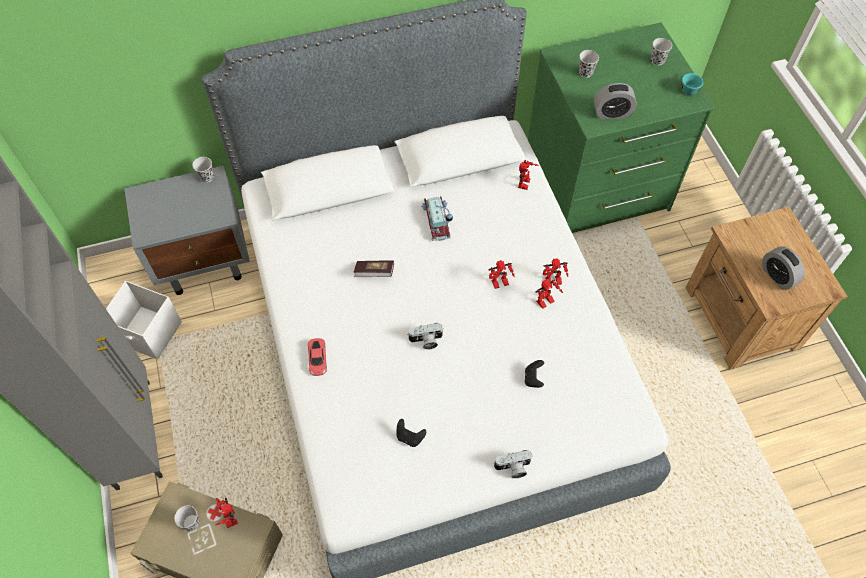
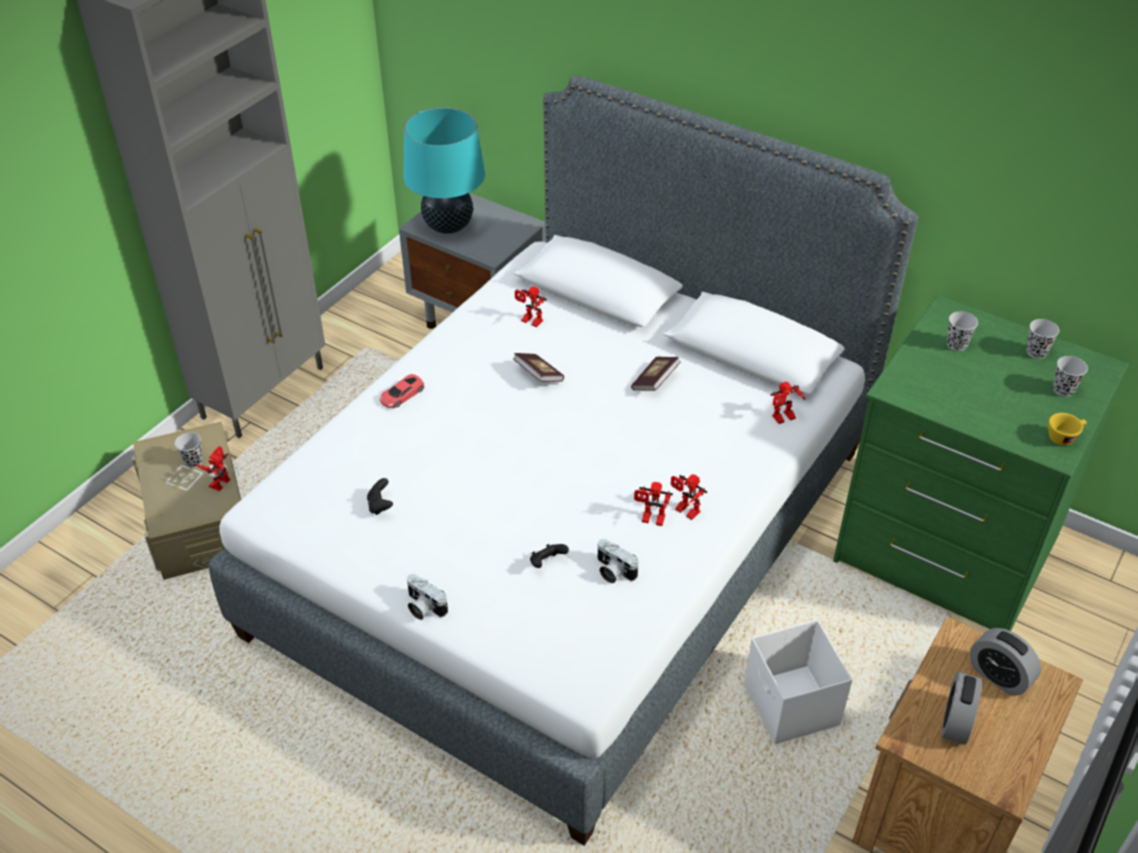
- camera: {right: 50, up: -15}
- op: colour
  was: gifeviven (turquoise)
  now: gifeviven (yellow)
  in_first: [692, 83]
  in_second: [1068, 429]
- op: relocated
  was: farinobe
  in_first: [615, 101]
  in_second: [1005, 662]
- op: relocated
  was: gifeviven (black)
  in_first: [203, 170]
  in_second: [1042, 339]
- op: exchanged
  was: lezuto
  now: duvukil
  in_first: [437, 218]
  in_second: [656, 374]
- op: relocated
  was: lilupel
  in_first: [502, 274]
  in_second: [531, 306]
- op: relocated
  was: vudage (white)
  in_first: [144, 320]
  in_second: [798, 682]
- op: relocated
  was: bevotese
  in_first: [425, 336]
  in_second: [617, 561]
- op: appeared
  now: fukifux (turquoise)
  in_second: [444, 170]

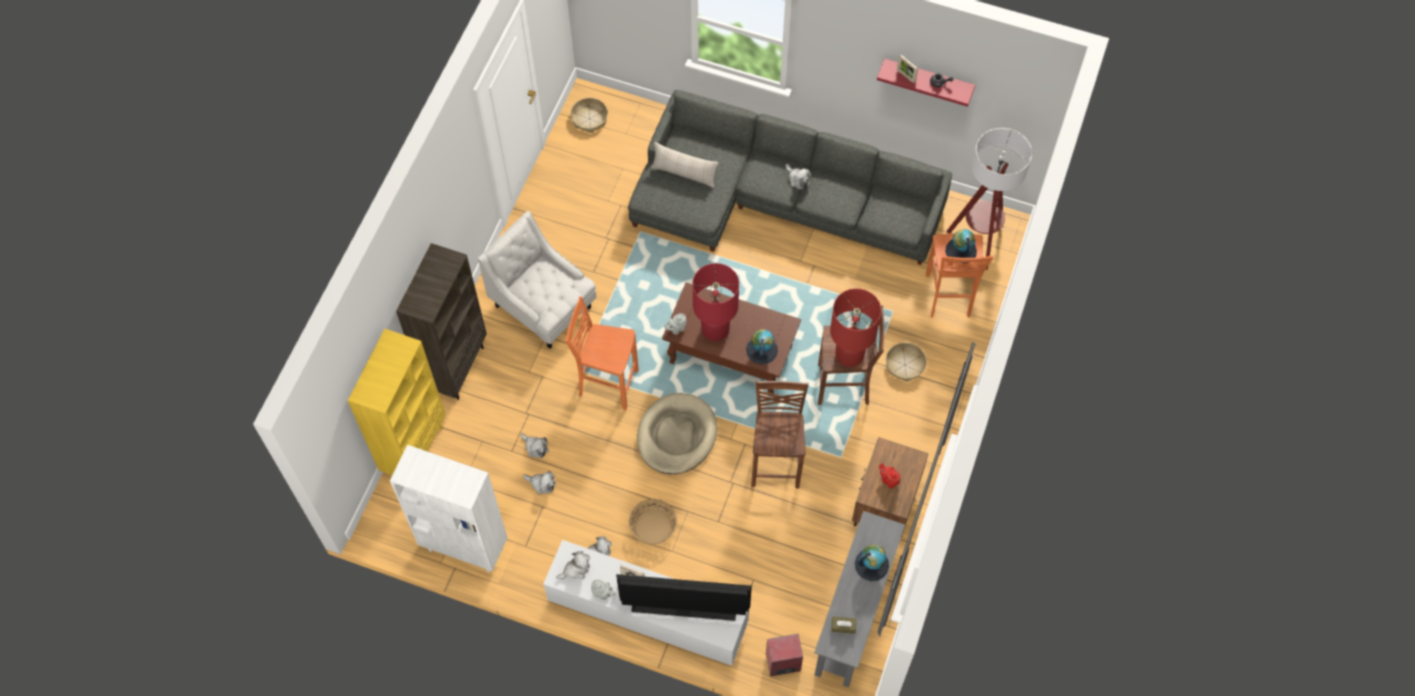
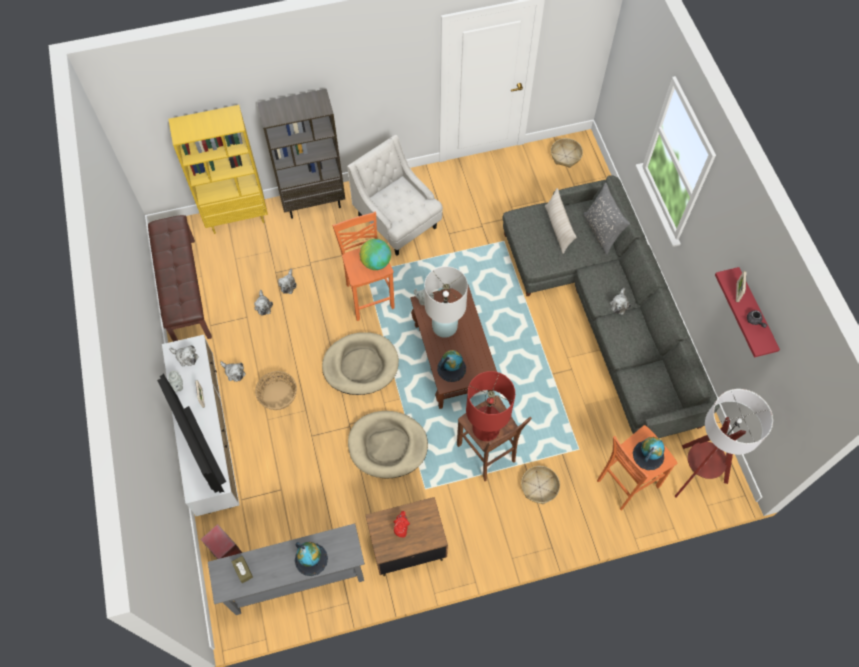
- camera: {right: 55, up: 0}
- op: spun
  was: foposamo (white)
  in_first: [537, 280]
  in_second: [395, 195]
  clockwise: -45
- op: colour
  was: fukifux (red)
  now: fukifux (white)
  in_first: [715, 302]
  in_second: [446, 302]
- op: exchanged
  was: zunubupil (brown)
  now: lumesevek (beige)
  in_first: [780, 435]
  in_second: [388, 444]
- op: exchanged
  was: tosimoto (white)
  now: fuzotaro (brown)
  in_first: [449, 509]
  in_second: [180, 278]
- op: appeared
  now: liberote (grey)
  in_second: [606, 218]
- op: appeared
  now: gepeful
  in_second: [375, 254]

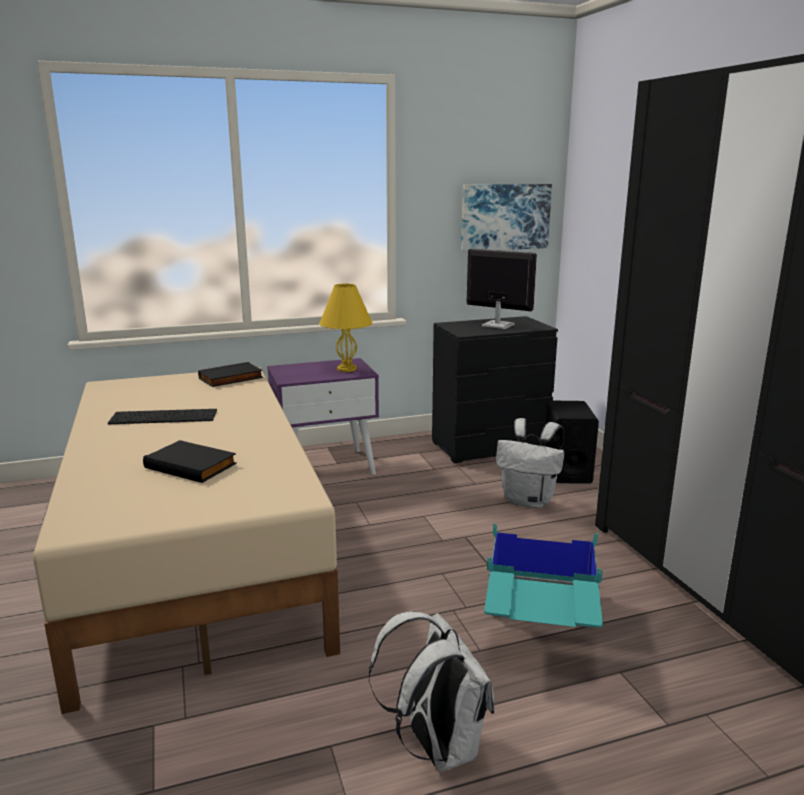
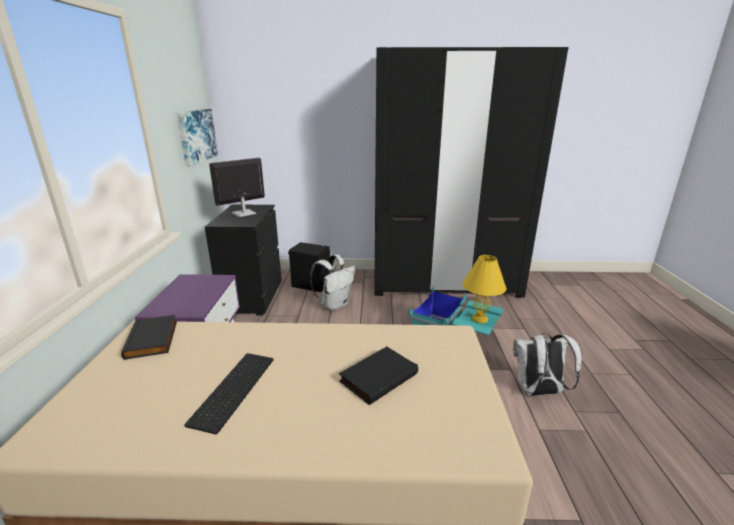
- camera: {right: -70, up: 5}
- op: relocated
  was: fukifux (yellow)
  in_first: [345, 327]
  in_second: [484, 289]

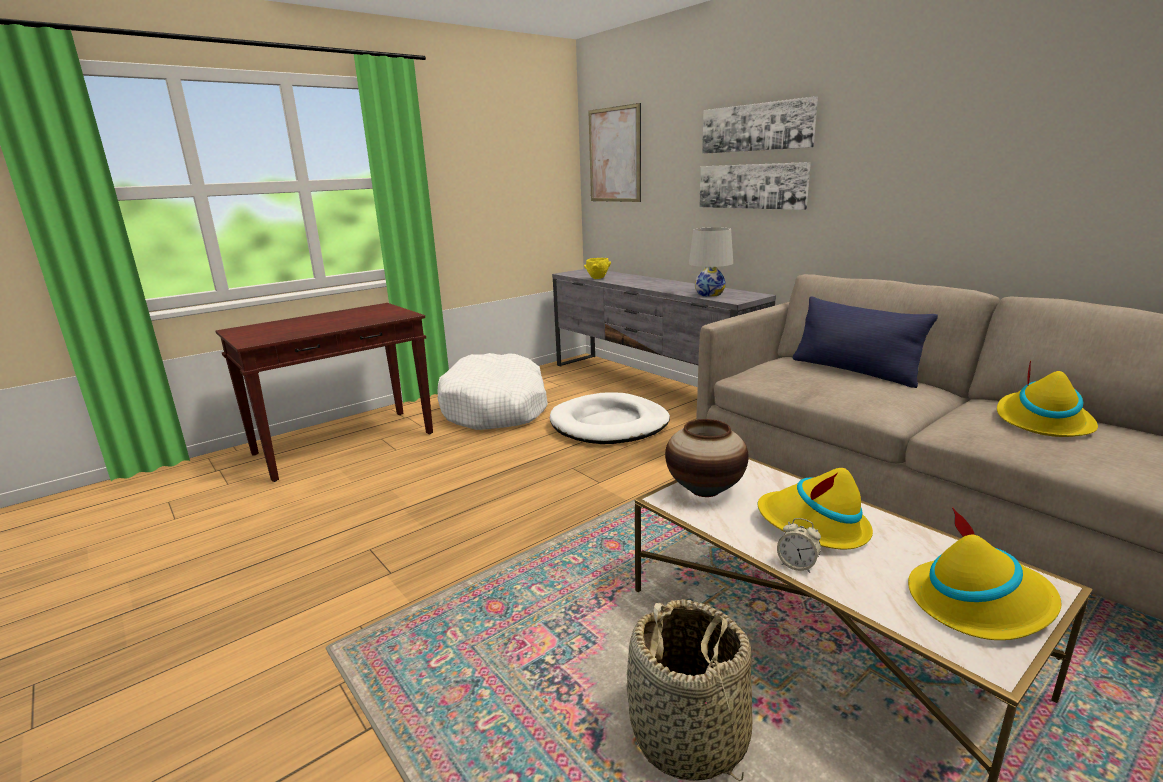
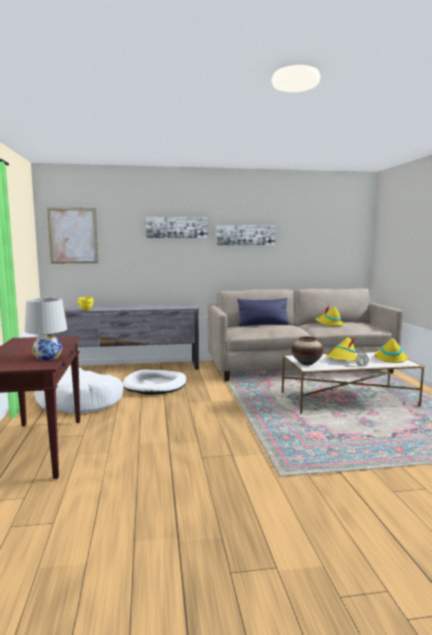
- camera: {right: -60, up: -10}
- op: relocated
  was: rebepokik
  in_first: [755, 186]
  in_second: [246, 235]
- op: relocated
  was: fukifux (white)
  in_first: [711, 262]
  in_second: [46, 329]
- op: missing
  was: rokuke
  in_first: [690, 690]

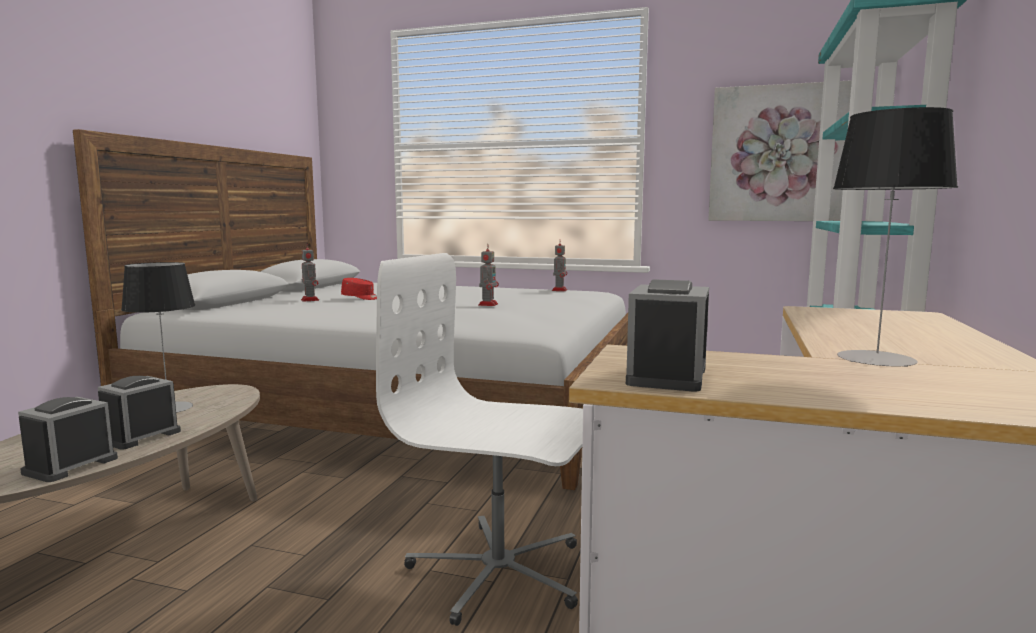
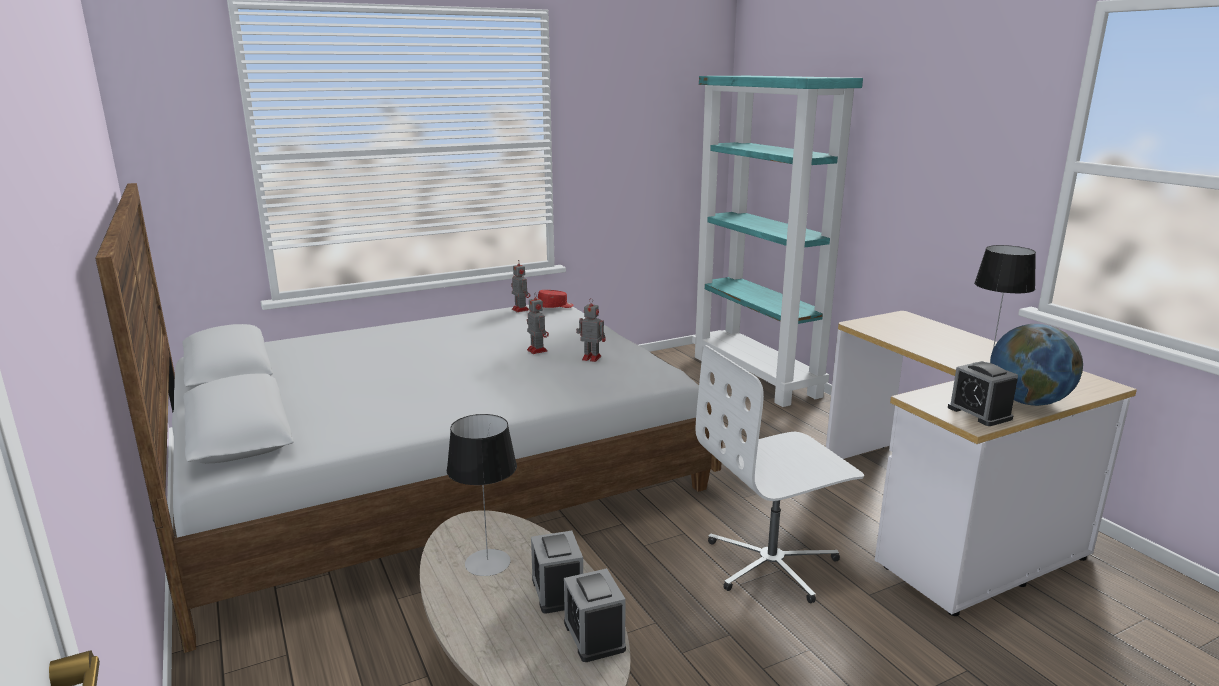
- camera: {right: -45, up: 10}
- op: missing
  was: rebepokik
  in_first: [780, 150]
- op: relocated
  was: lilupel
  in_first: [310, 273]
  in_second: [591, 330]
- op: relocated
  was: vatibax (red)
  in_first: [359, 289]
  in_second: [555, 299]
- op: appeared
  now: gepeful
  in_second: [1036, 365]

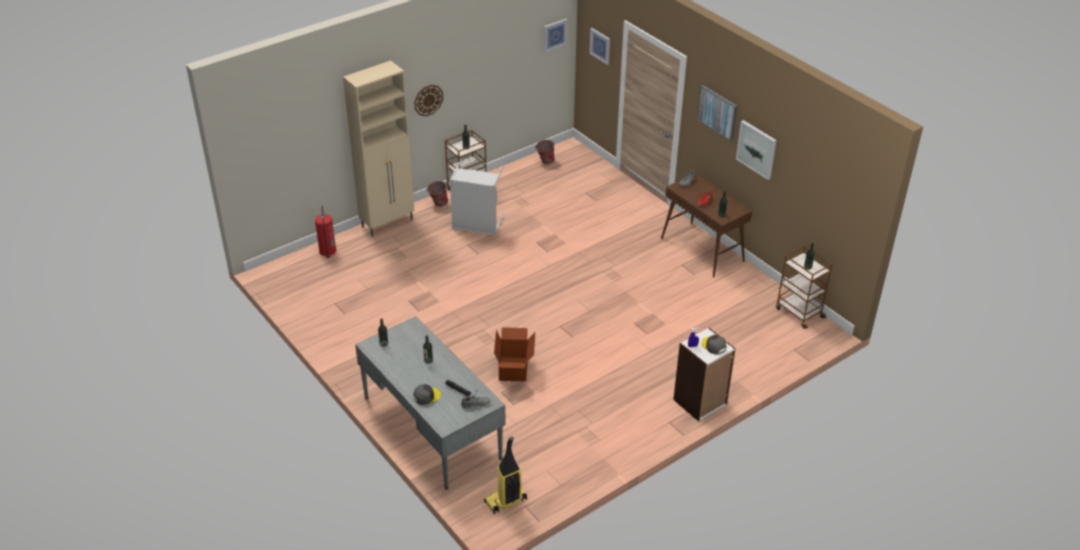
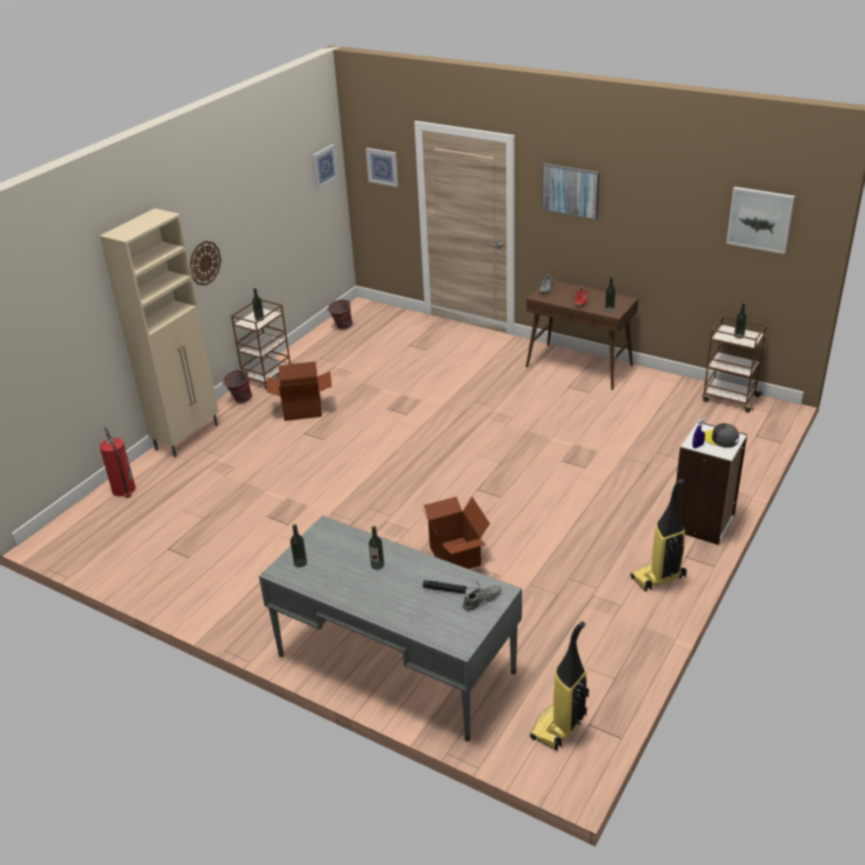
- camera: {right: -20, up: -5}
- op: relocated
  was: rebepokik
  in_first: [756, 150]
  in_second: [760, 220]
- op: exchanged
  was: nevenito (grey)
  now: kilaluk
  in_first: [477, 197]
  in_second: [299, 391]
- op: missing
  was: vatibax (grey)
  in_first: [427, 394]
- op: appeared
  now: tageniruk
  in_second: [659, 535]

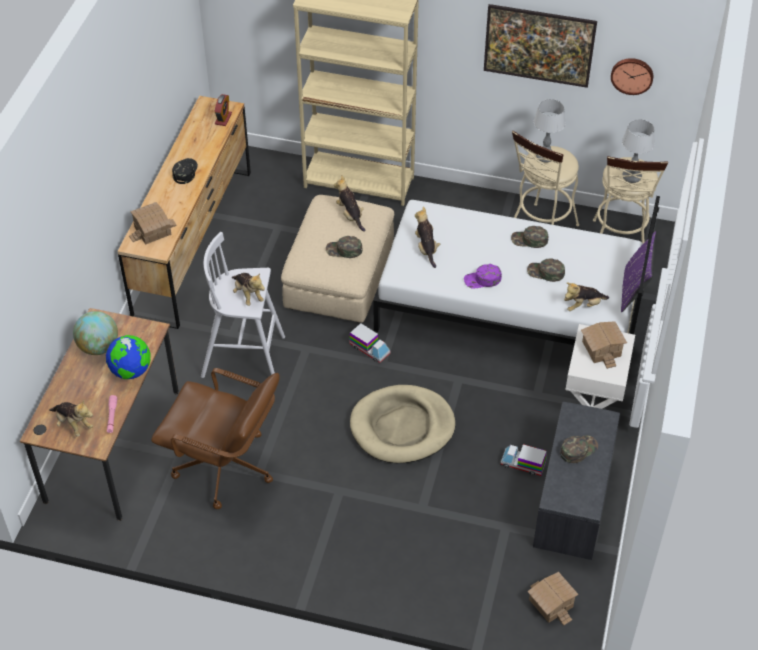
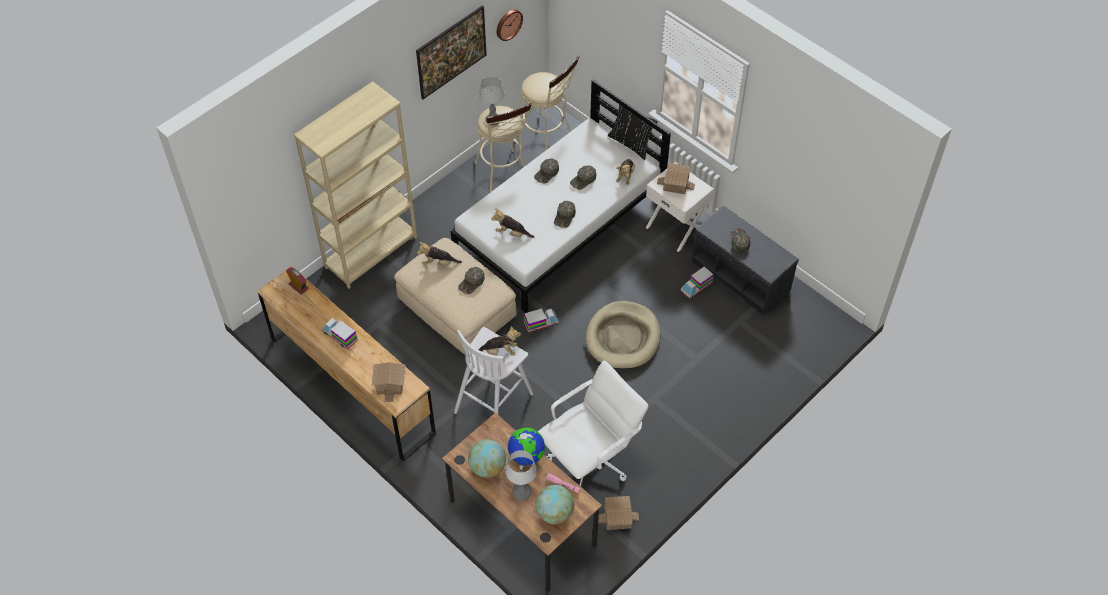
- camera: {right: -60, up: 5}
- op: relocated
  was: fukifux
  in_first: [638, 151]
  in_second: [521, 475]
- op: exchanged
  was: vatibax (black)
  now: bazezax
  in_first: [185, 171]
  in_second: [340, 334]
- op: colour
  was: liberote (purple)
  now: liberote (black)
  in_first: [639, 271]
  in_second: [633, 132]
- op: colour
  was: vatibax (purple)
  now: vatibax (green)
  in_first: [483, 276]
  in_second: [565, 214]
- op: colour
  was: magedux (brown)
  now: magedux (white)
  in_first: [215, 438]
  in_second: [593, 423]
- op: exchanged
  was: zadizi
  now: gepeful
  in_first: [71, 418]
  in_second: [554, 504]
- op: relocated
  was: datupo
  in_first: [553, 599]
  in_second: [618, 513]

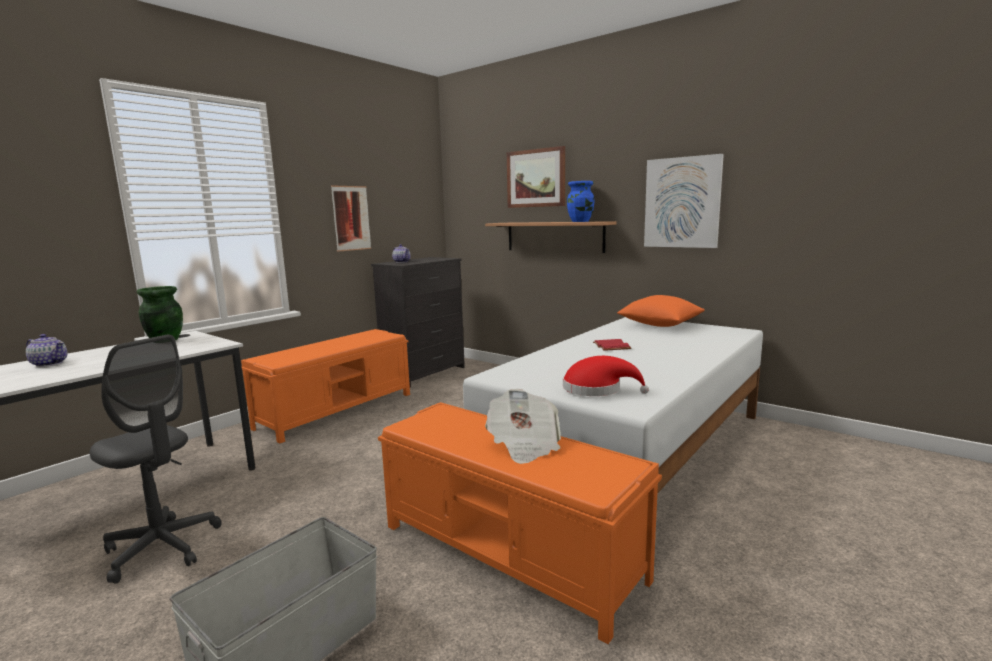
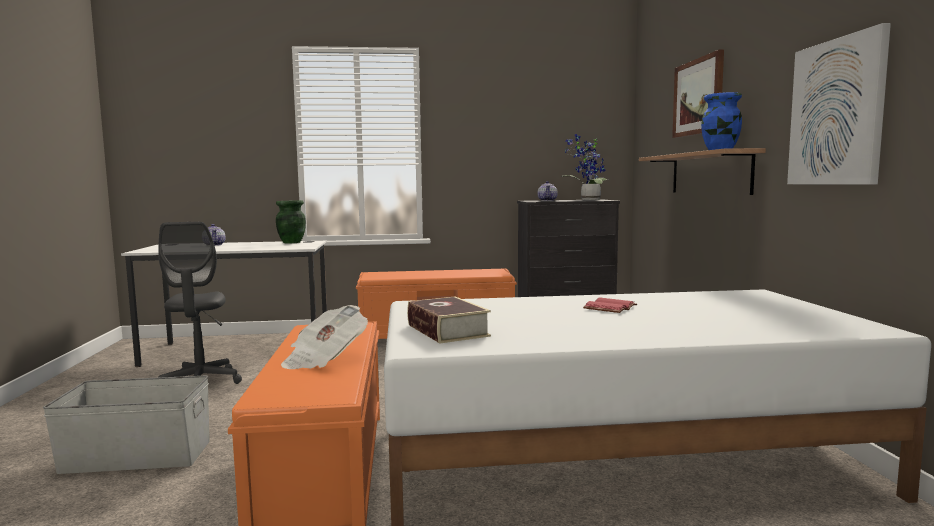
- camera: {right: 45, up: -5}
- op: missing
  was: rebepokik
  in_first: [351, 218]
- op: missing
  was: liberote (orange)
  in_first: [661, 311]
- op: exchanged
  was: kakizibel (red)
  now: duvukil
  in_first: [606, 376]
  in_second: [449, 320]
- op: appeared
  now: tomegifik
  in_second: [584, 167]

